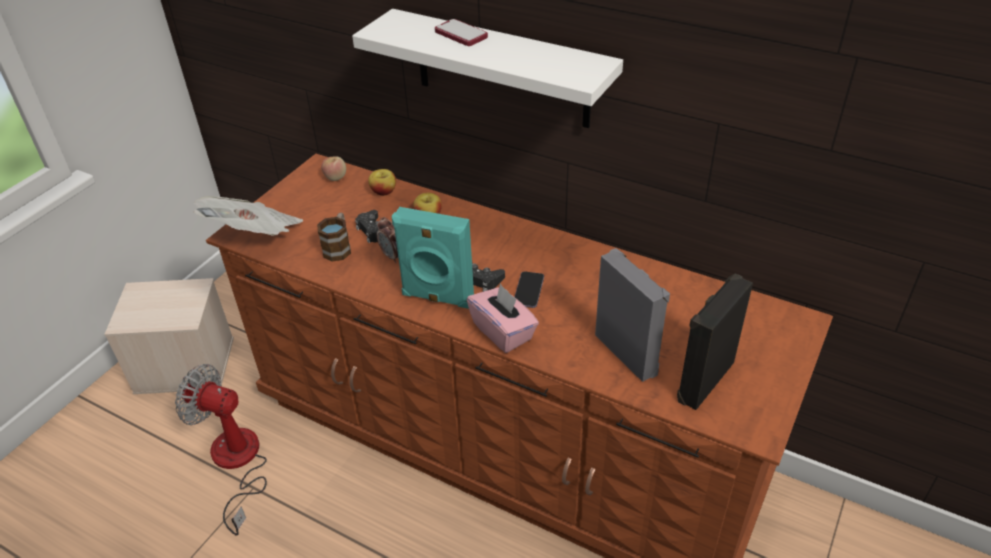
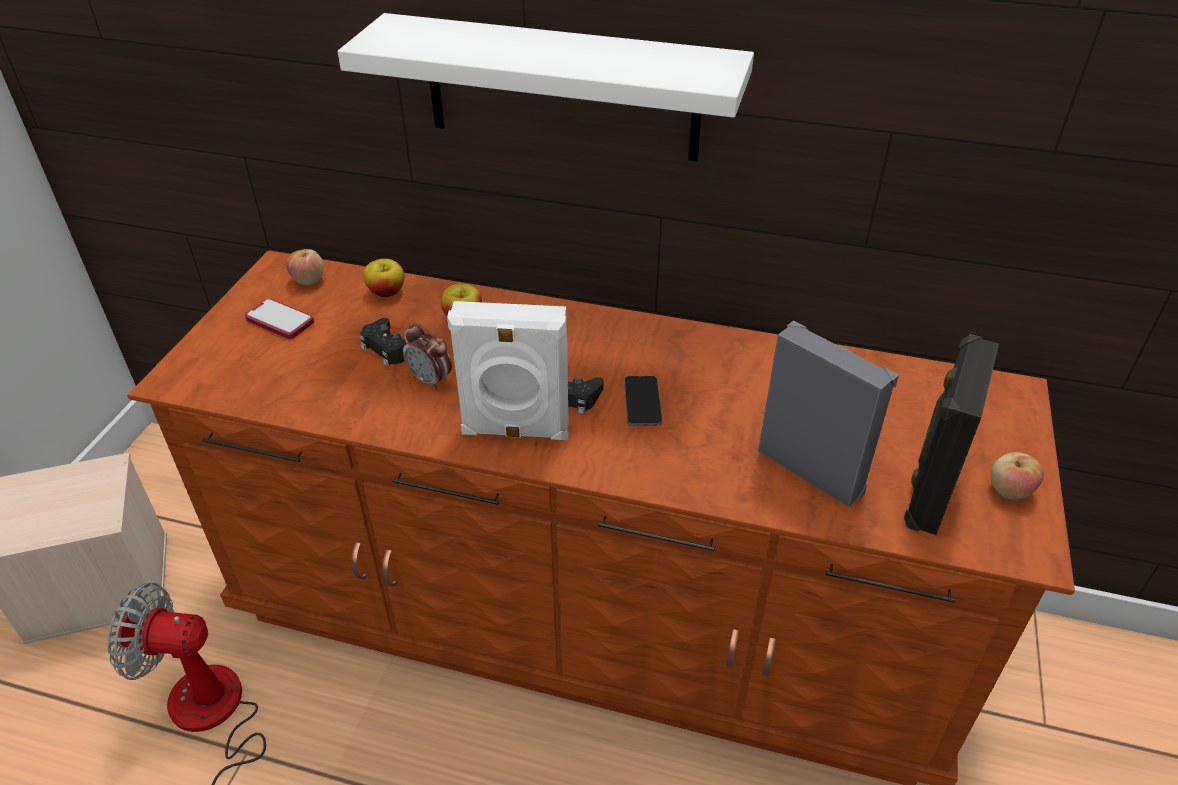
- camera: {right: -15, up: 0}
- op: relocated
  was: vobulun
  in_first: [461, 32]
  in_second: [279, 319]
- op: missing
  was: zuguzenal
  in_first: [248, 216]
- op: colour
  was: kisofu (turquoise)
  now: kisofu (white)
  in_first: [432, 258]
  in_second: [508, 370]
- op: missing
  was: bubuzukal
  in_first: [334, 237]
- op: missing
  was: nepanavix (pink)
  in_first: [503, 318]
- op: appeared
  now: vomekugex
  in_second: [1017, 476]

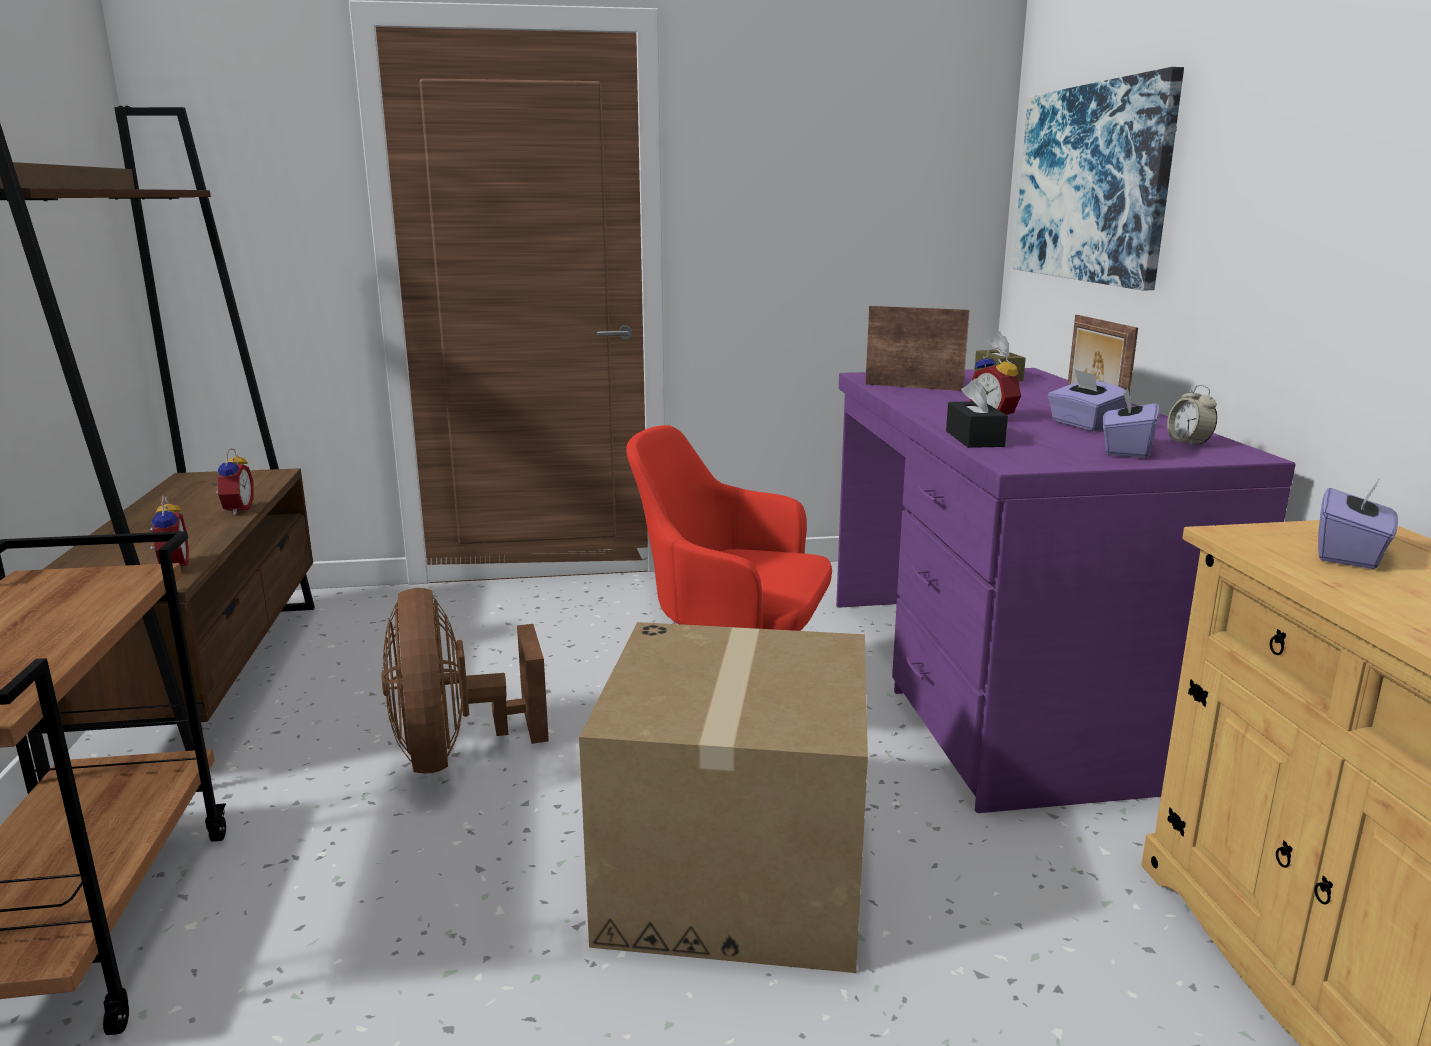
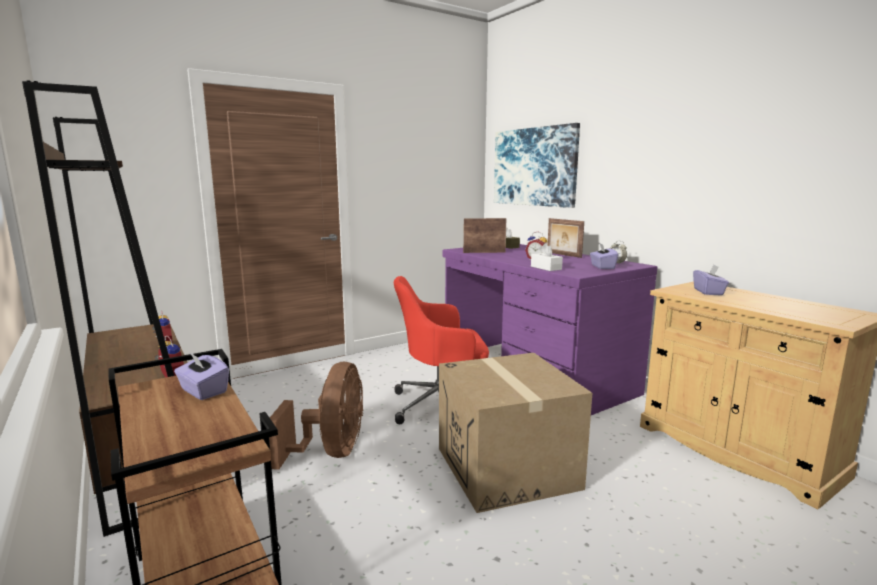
- camera: {right: -25, up: -5}
- op: relocated
  was: nepanavix (purple)
  in_first: [1089, 400]
  in_second: [201, 376]
- op: colour
  was: nepanavix (black)
  now: nepanavix (white)
  in_first: [977, 413]
  in_second: [547, 257]
- op: spun
  was: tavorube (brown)
  in_first: [465, 680]
  in_second: [316, 416]
  clockwise: -135

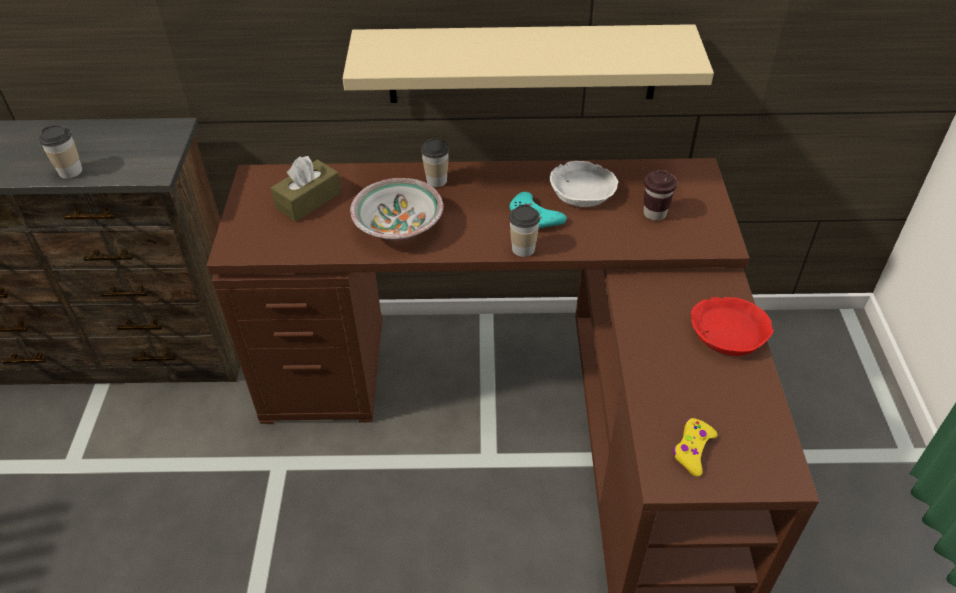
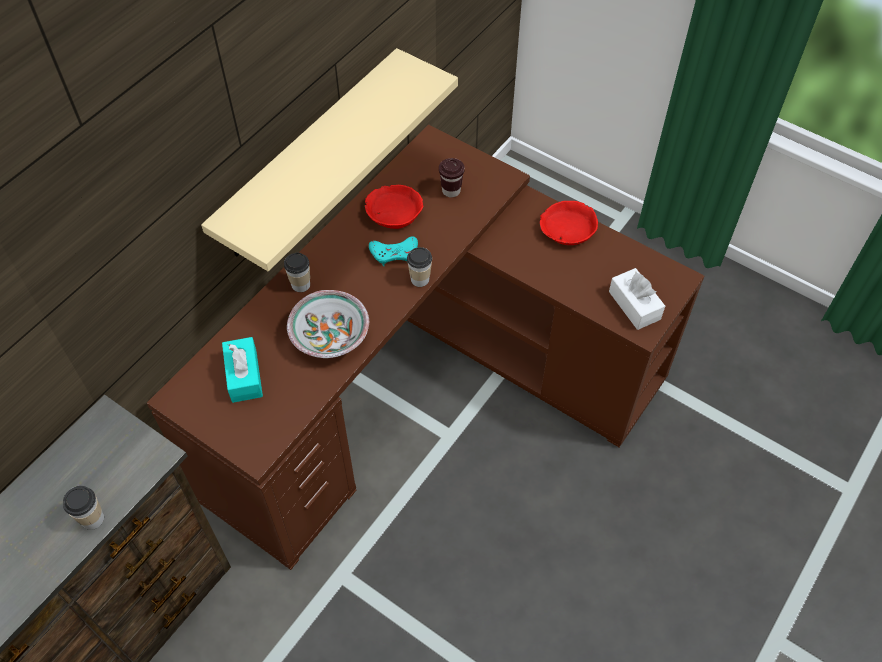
- camera: {right: -55, up: 10}
- op: colour
  was: nepanavix (brown)
  now: nepanavix (turquoise)
  in_first: [306, 189]
  in_second: [242, 370]
- op: colour
  was: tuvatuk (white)
  now: tuvatuk (red)
  in_first: [583, 184]
  in_second: [394, 207]
- op: exchanged
  was: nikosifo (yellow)
  now: nepanavix (white)
  in_first: [695, 447]
  in_second: [637, 299]

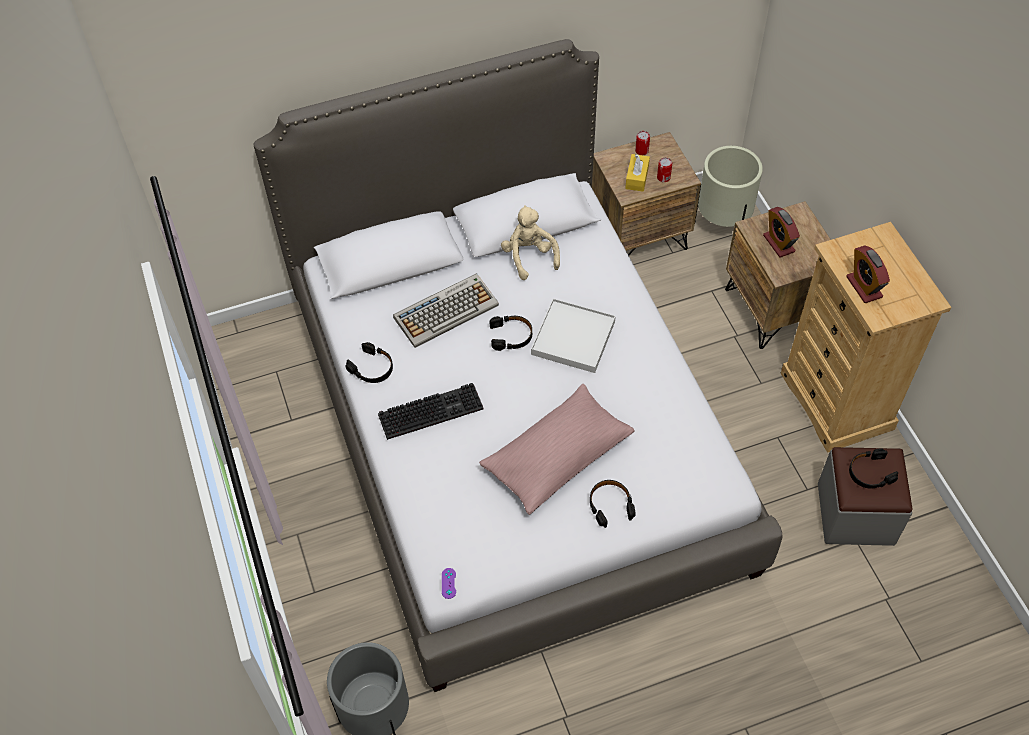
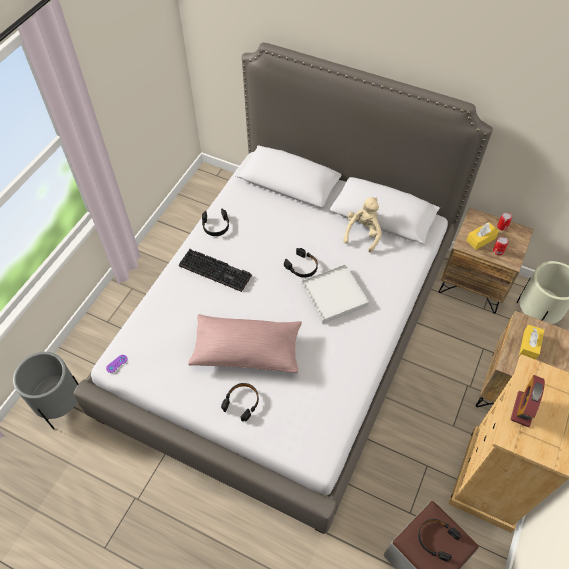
- camera: {right: 45, up: 0}
- op: exchanged
  was: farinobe
  now: nepanavix (yellow)
  in_first: [781, 232]
  in_second: [531, 342]
- op: missing
  was: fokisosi
  in_first: [446, 310]

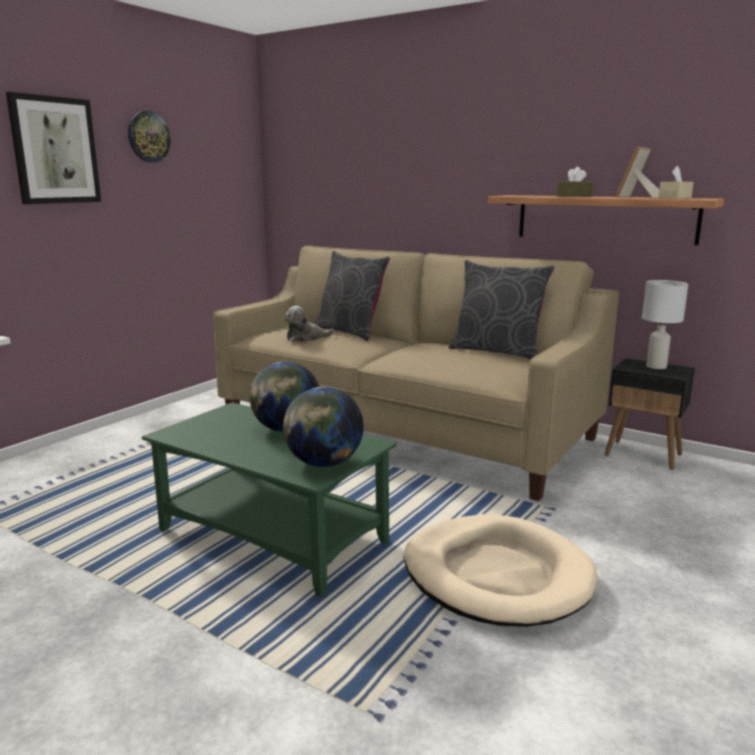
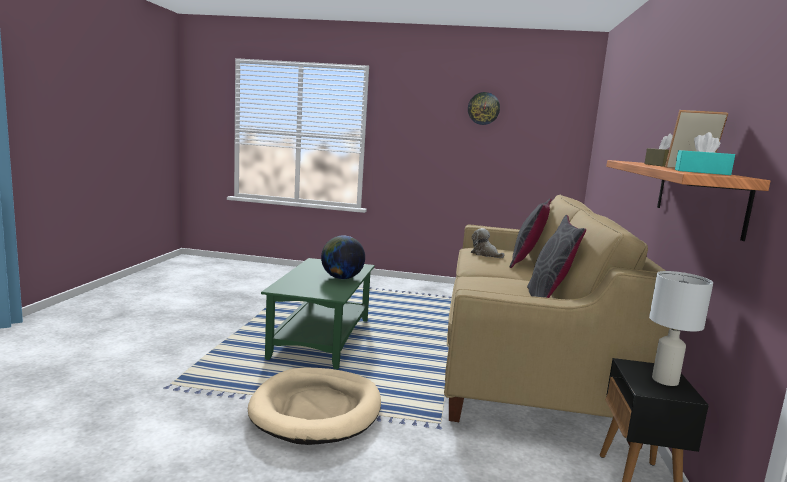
- camera: {right: 65, up: -5}
- op: missing
  was: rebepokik
  in_first: [53, 148]
- op: colour
  was: nepanavix (beige)
  now: nepanavix (turquoise)
  in_first: [676, 182]
  in_second: [705, 153]
- op: missing
  was: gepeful
  in_first: [323, 427]

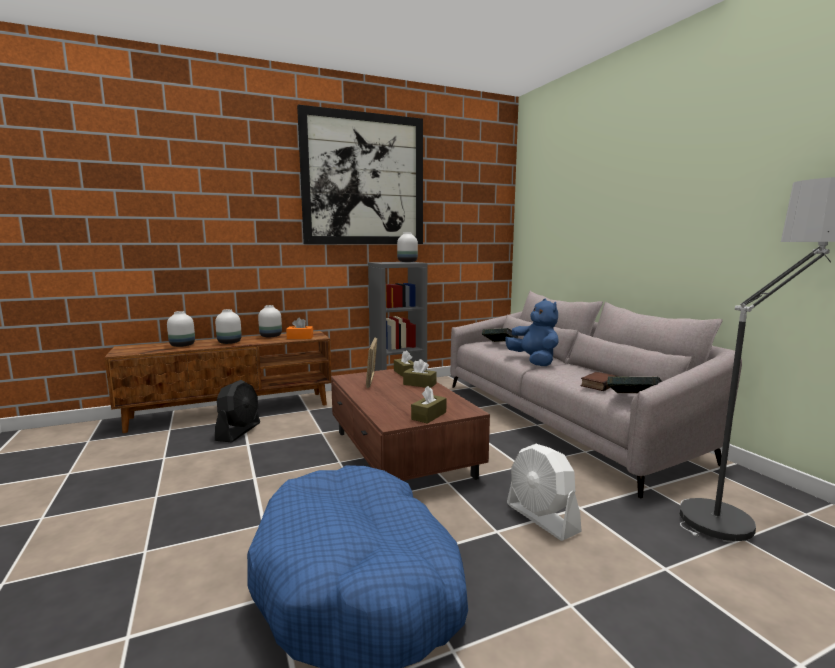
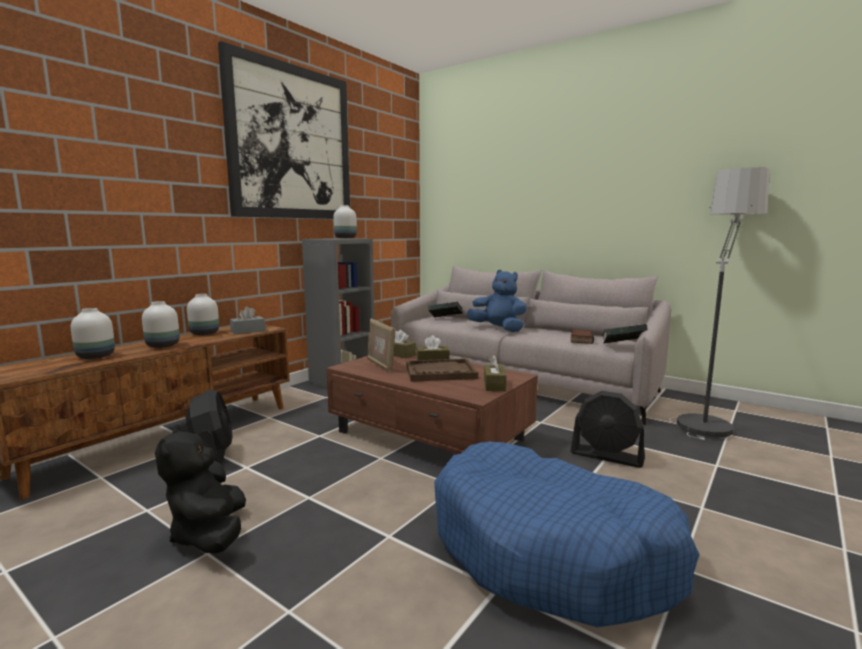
- camera: {right: -30, up: 0}
- op: colour
  was: nepanavix (orange)
  now: nepanavix (grey)
  in_first: [299, 328]
  in_second: [247, 320]
- op: colour
  was: tavorube (white)
  now: tavorube (black)
  in_first: [544, 492]
  in_second: [607, 429]
- op: appeared
  now: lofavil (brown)
  in_second: [442, 370]
- op: appeared
  now: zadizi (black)
  in_second: [200, 489]

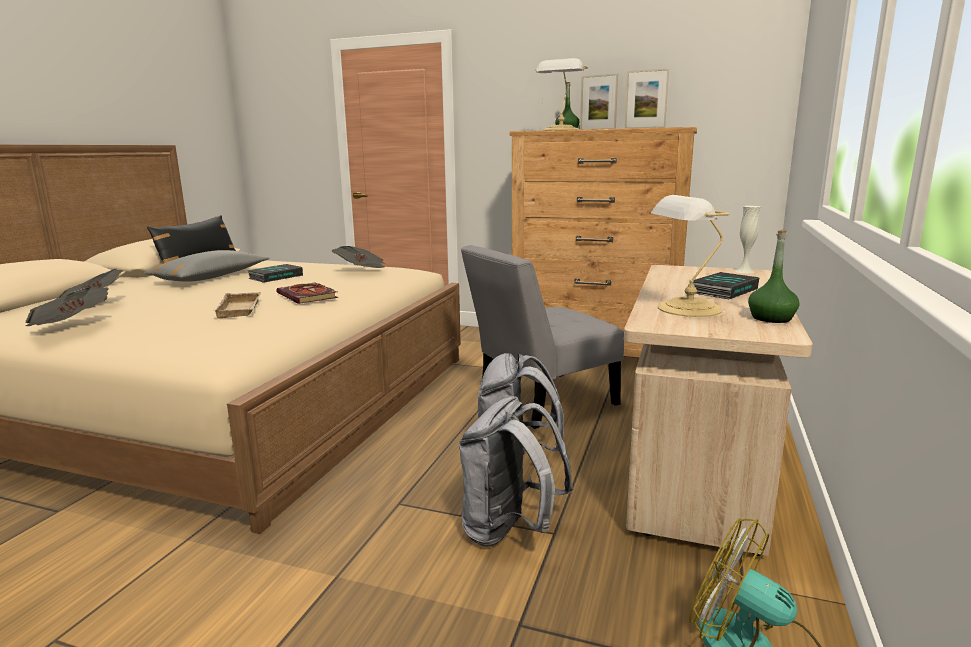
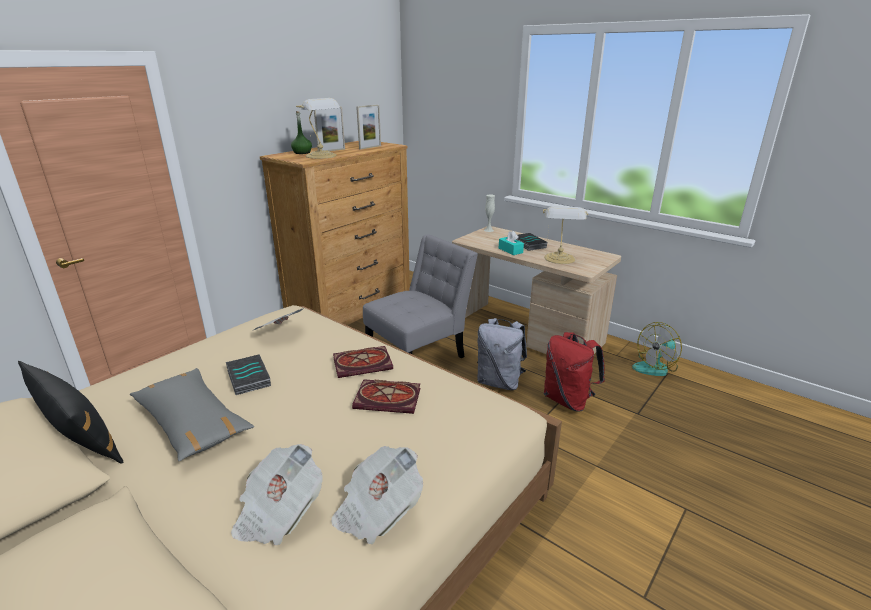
- camera: {right: -70, up: 10}
- op: missing
  was: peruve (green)
  in_first: [774, 276]
- op: spun
  was: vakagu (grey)
  in_first: [542, 337]
  in_second: [420, 296]
  clockwise: -120
- op: exchanged
  was: lofavil (beige)
  now: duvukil
  in_first: [237, 305]
  in_second: [386, 396]
- op: colour
  was: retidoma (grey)
  now: retidoma (red)
  in_first: [516, 471]
  in_second: [574, 372]
- op: appeared
  now: nepanavix (turquoise)
  in_second: [511, 243]

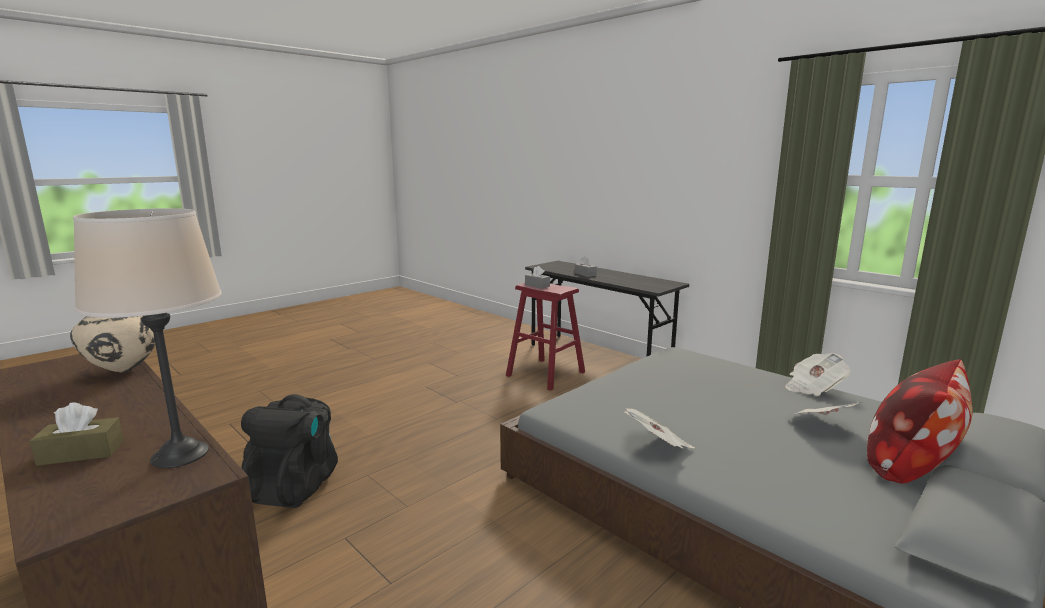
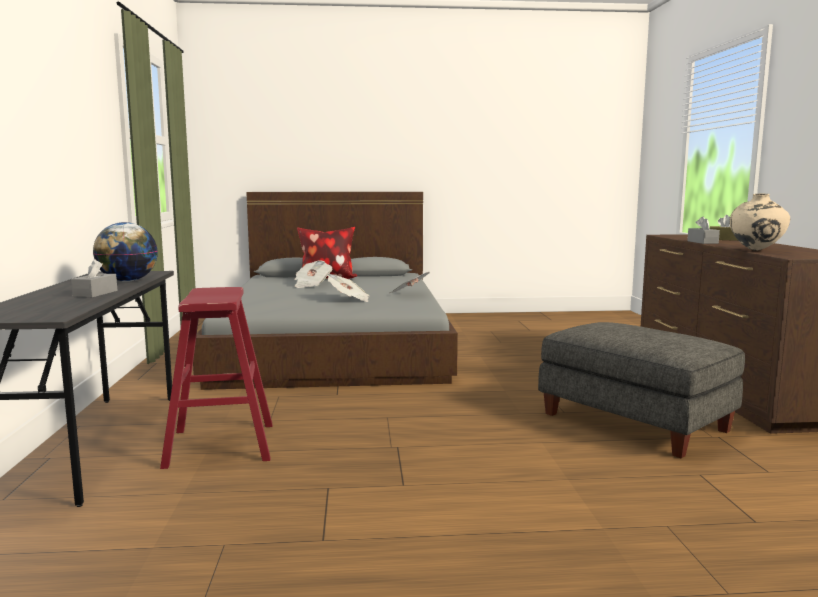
- camera: {right: -140, up: -5}
- op: missing
  was: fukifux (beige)
  in_first: [147, 338]
- op: relocated
  was: nepanavix (grey)
  in_first: [537, 277]
  in_second: [703, 230]
- op: relocated
  was: zuguzenal
  in_first: [818, 374]
  in_second: [348, 288]
- op: exchanged
  was: retidoma (black)
  now: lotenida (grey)
  in_first: [289, 451]
  in_second: [641, 390]
- op: appeared
  now: gepeful
  in_second: [125, 252]

